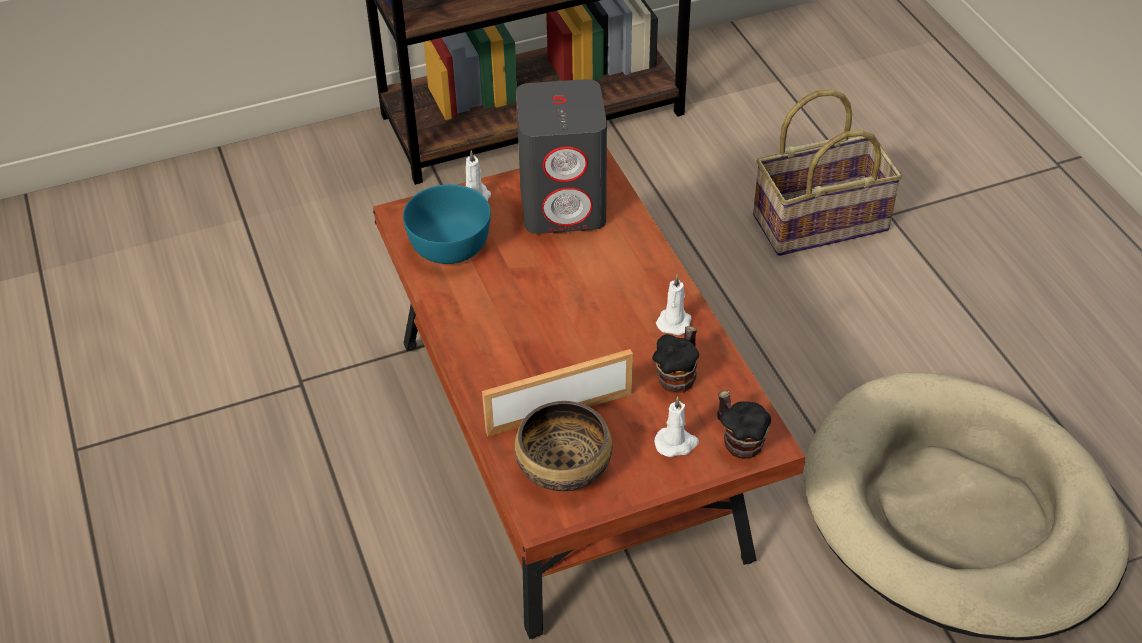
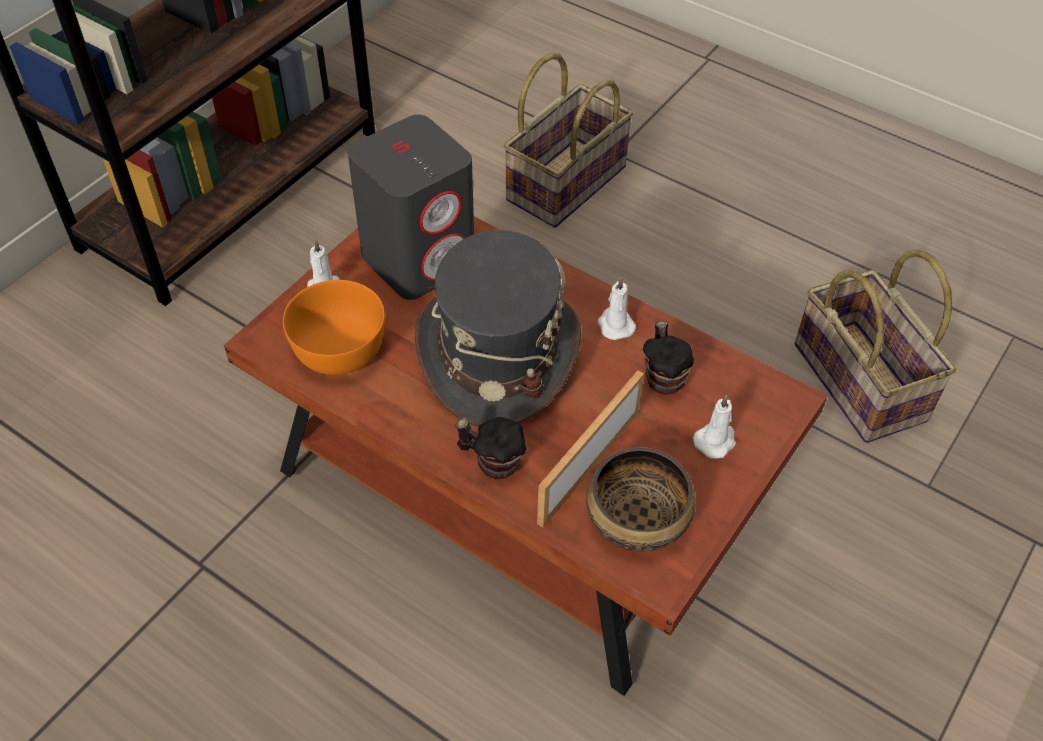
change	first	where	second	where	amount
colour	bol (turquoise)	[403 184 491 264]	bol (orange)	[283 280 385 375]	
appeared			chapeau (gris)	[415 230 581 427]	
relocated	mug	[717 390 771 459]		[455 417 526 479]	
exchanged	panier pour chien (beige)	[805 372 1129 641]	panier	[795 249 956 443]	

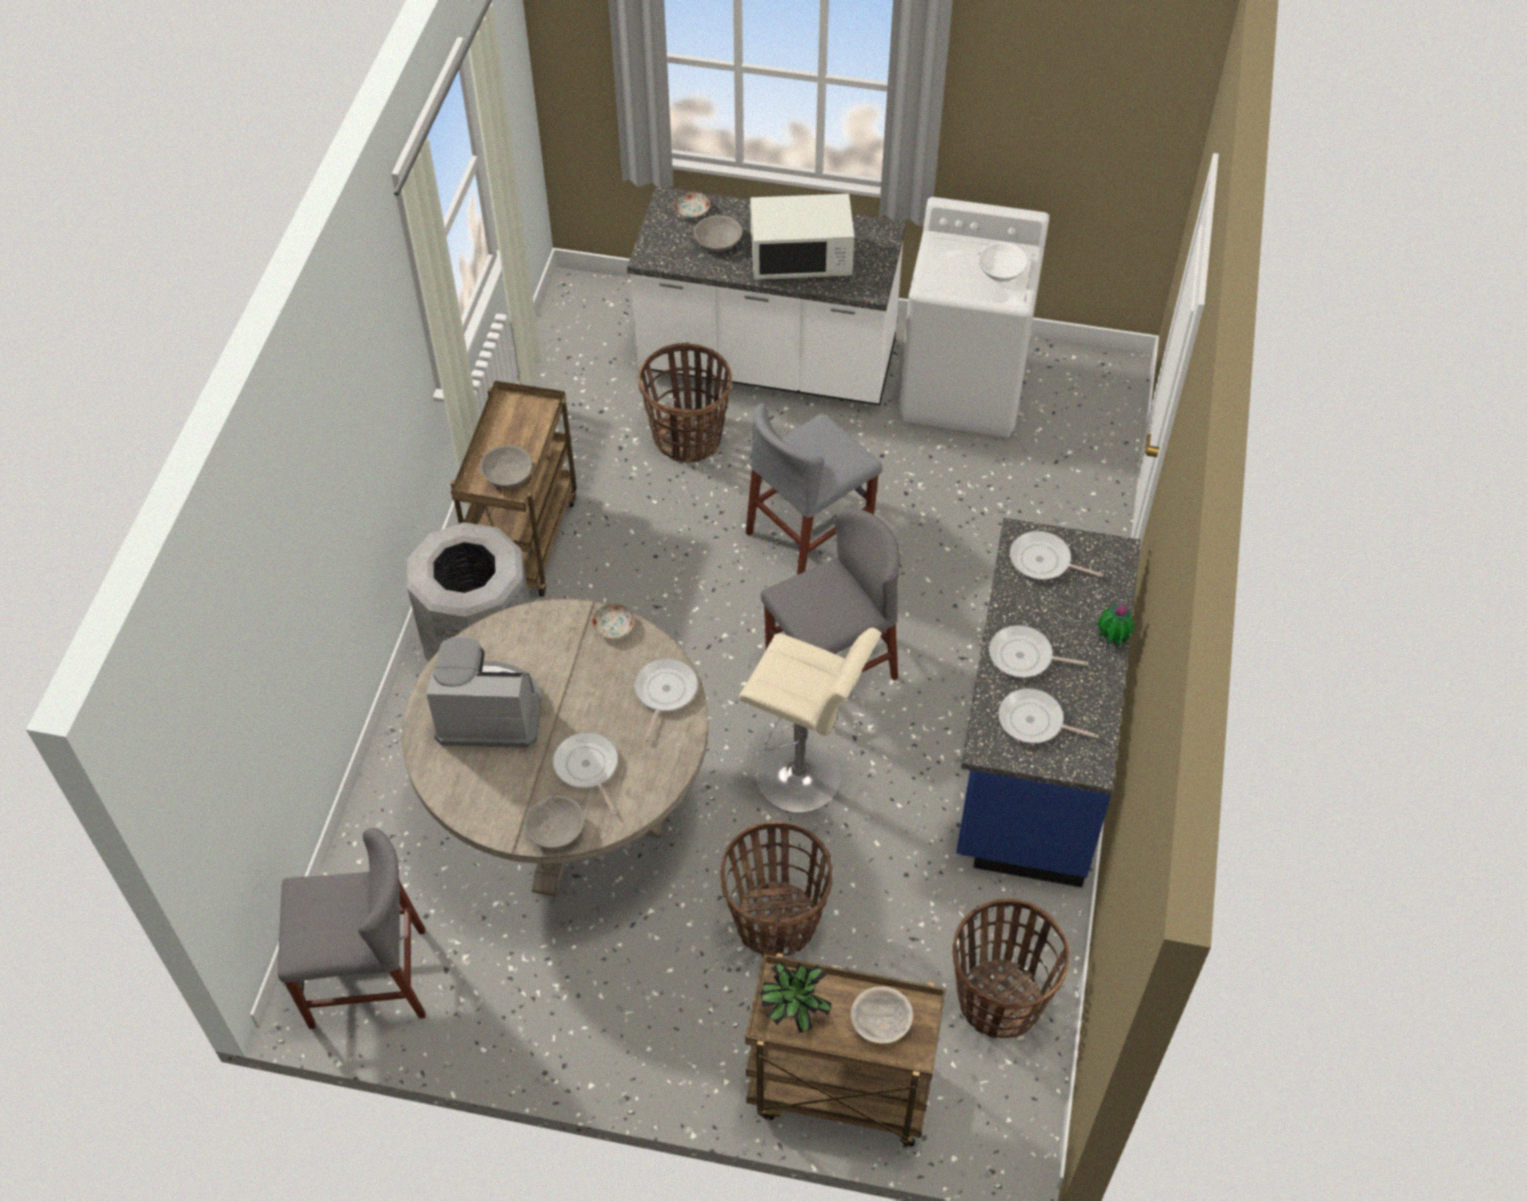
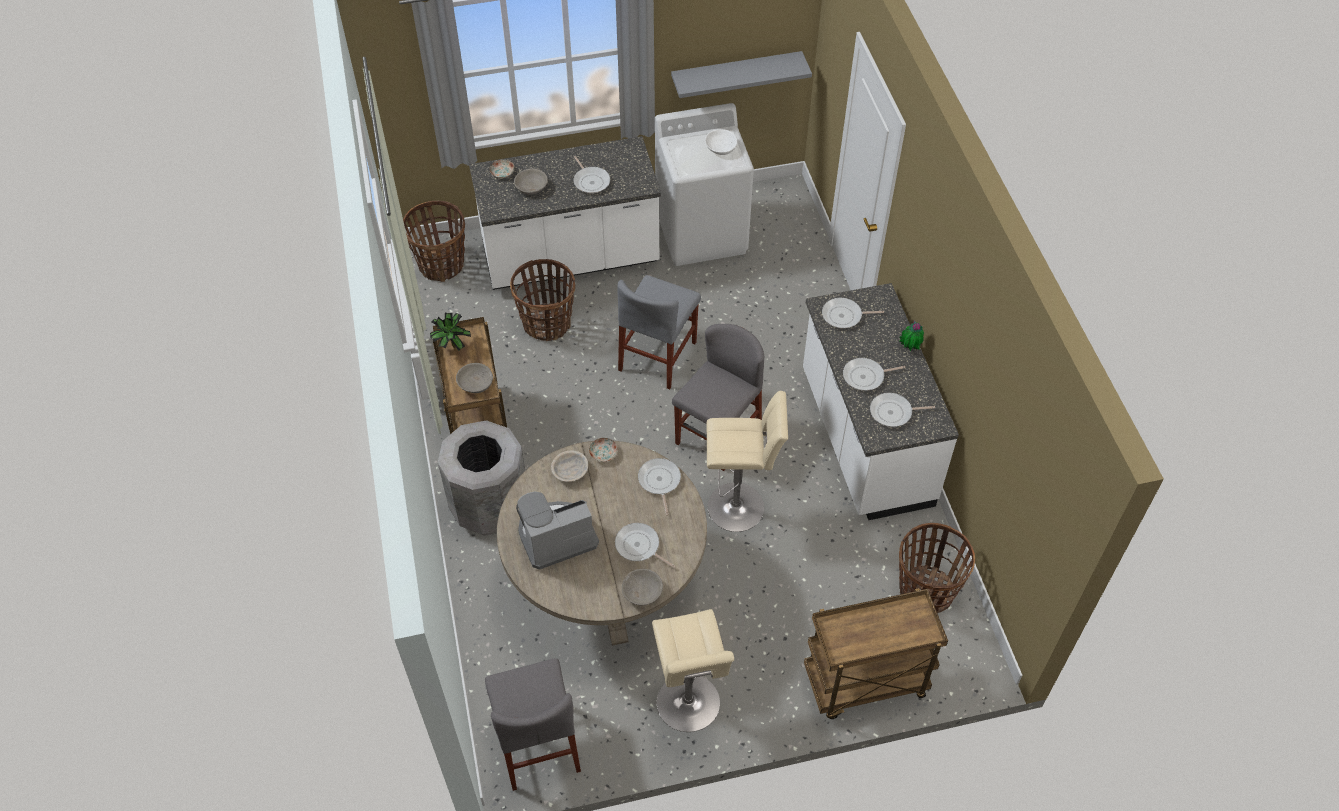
change	first	where	second	where	amount
relocated	panier	[720 821 833 957]		[403 201 465 282]	
relocated	plante en pot	[759 961 831 1033]		[430 313 471 351]	
spun	chaise (gris)	[278 828 426 1029]		[485 658 581 791]	105 degrees clockwise
relocated	bol (beige)	[851 986 913 1044]		[551 451 588 482]	
exchanged	micro-ondes (blanc)	[750 194 854 280]	poêle	[573 156 610 193]	
appeared			tabouret (beige)	[652 609 734 732]	
appeared			étagère (gris)	[671 51 812 98]	
colour	comptoir de cuisine (bleu)	[956 518 1141 887]	comptoir de cuisine (blanc)	[803 283 959 520]	

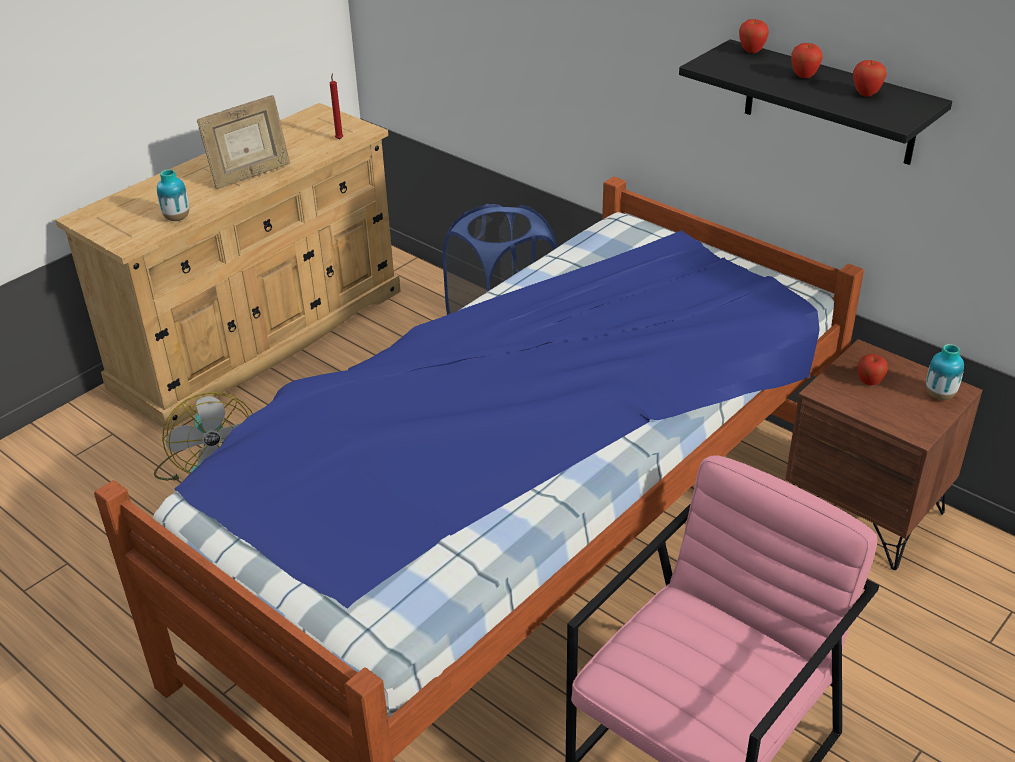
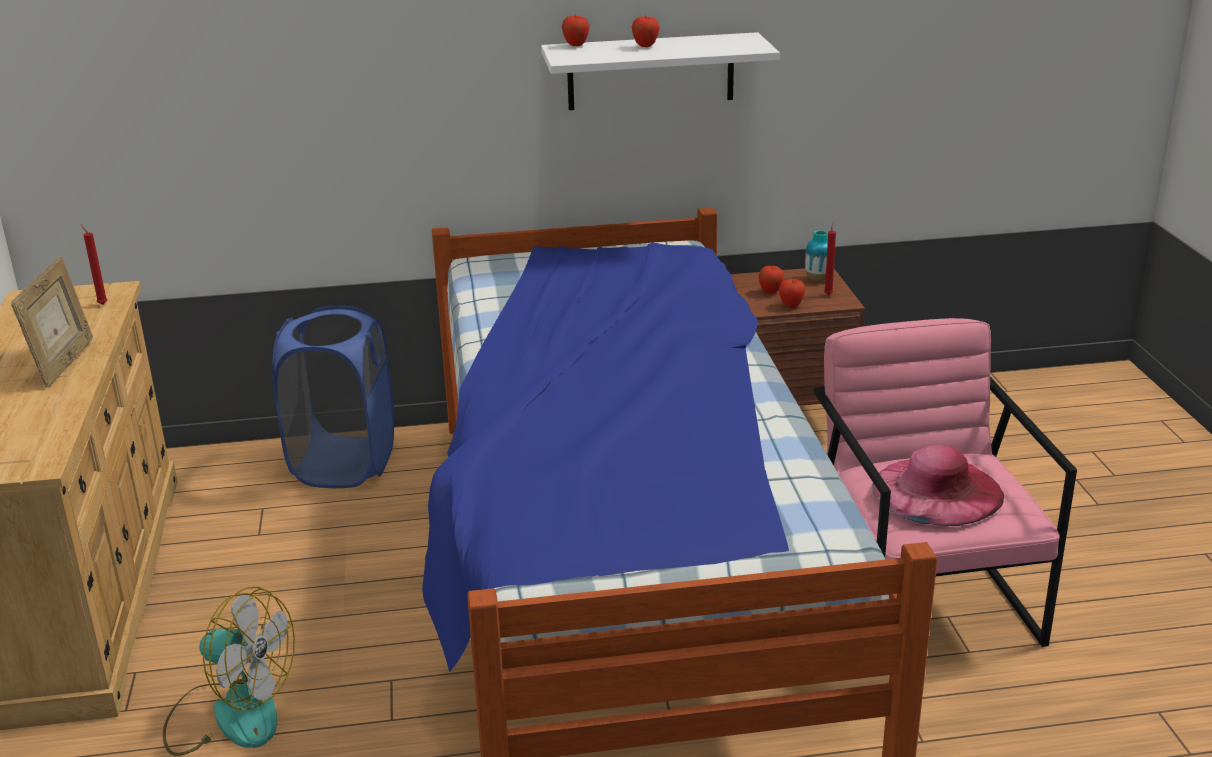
change	first	where	second	where	amount
colour	étagère (noir)	[679 39 952 165]	étagère (blanc)	[541 32 780 110]	
relocated	pomme	[853 60 887 97]		[779 279 805 308]	
appeared			bougie (rouge)	[824 222 836 295]	
appeared			chapeau (rose)	[872 445 1004 526]	
missing	vase	[157 169 189 221]			

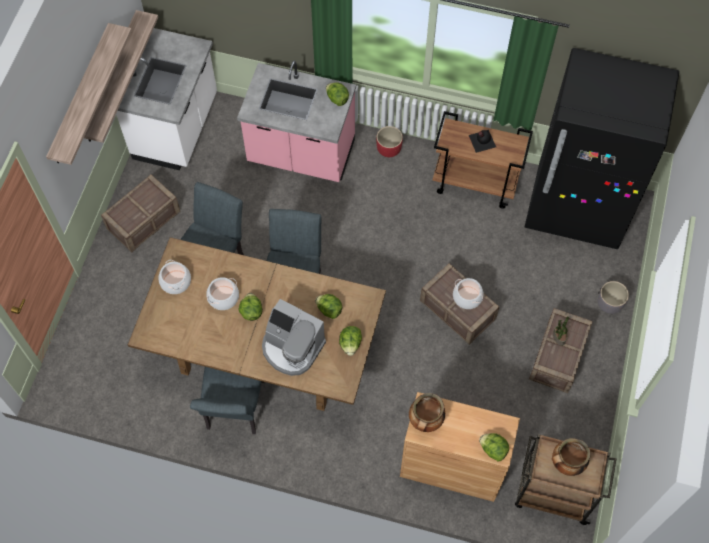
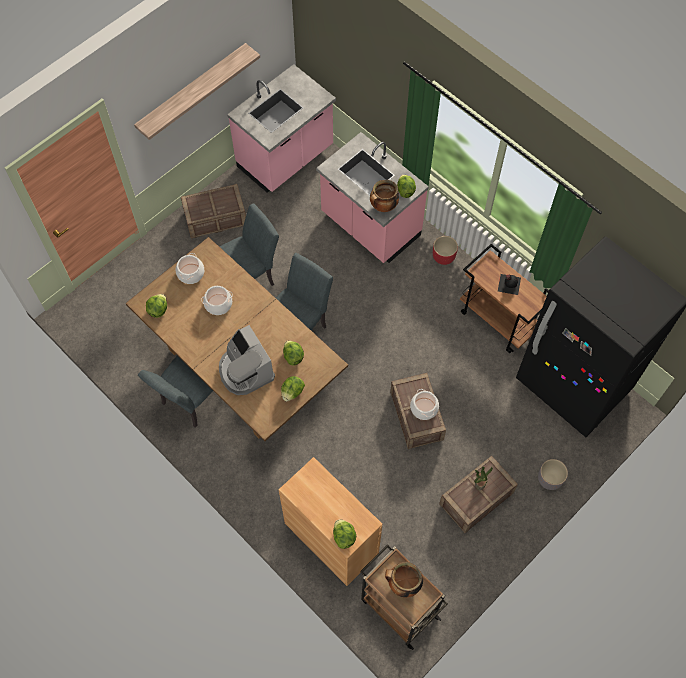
change	first	where	second	where	amount
relocated	laitue	[238 293 262 321]		[146 294 167 318]	
colour	comptoir de cuisine (blanc)	[116 28 217 171]	comptoir de cuisine (rose)	[227 64 336 193]	
relocated	marmite	[409 393 445 432]		[370 180 399 212]	
missing	étagère	[84 10 158 143]			

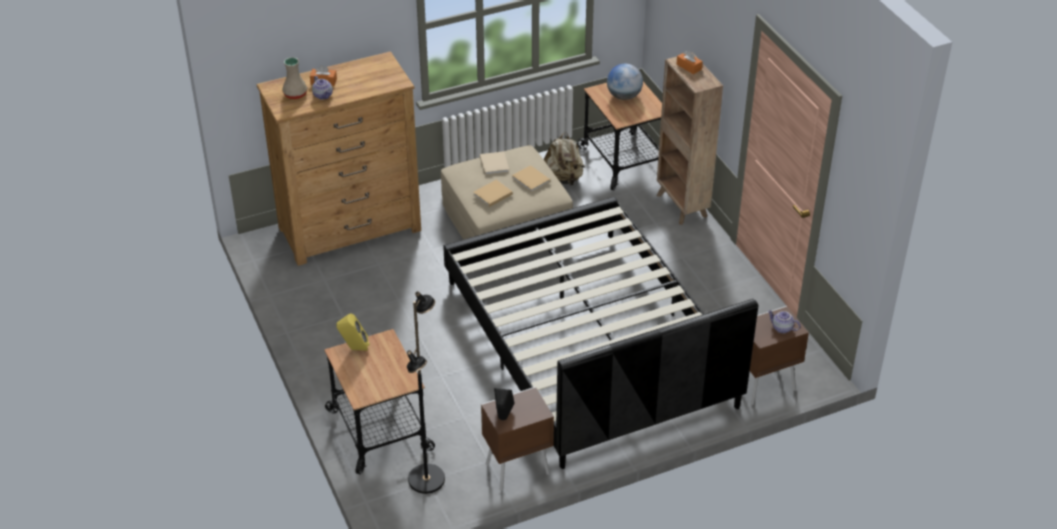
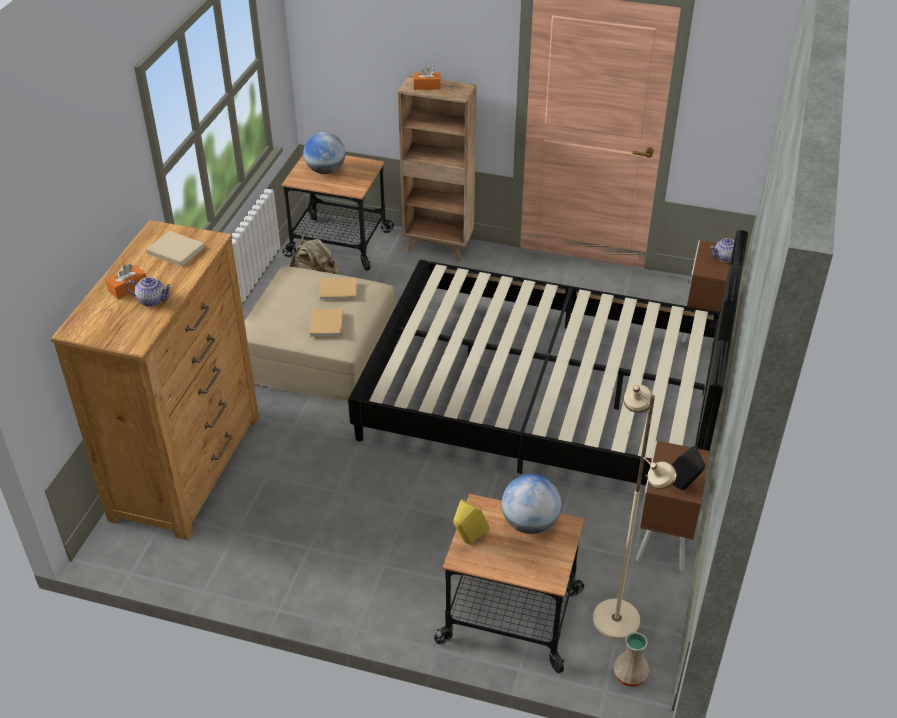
change	first	where	second	where	amount
relocated	livre (beige)	[480 151 509 175]		[146 231 205 267]	
appeared			globe	[502 474 561 534]	
colour	lampadaire (noir)	[407 291 445 494]	lampadaire (beige)	[593 384 676 640]	
relocated	vase (beige)	[282 57 307 100]		[613 632 649 687]	

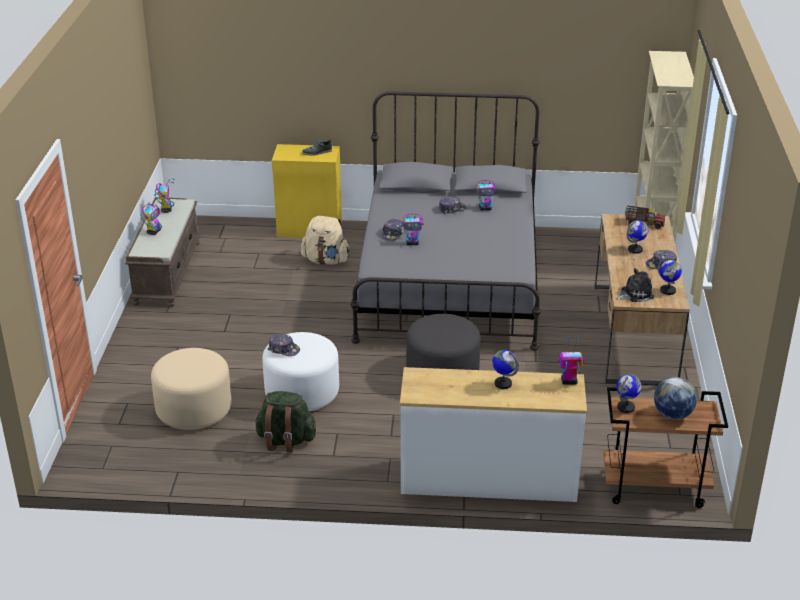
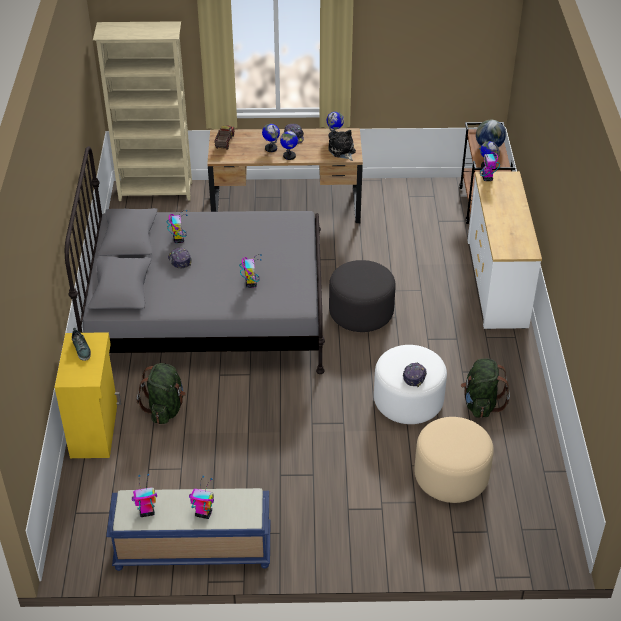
change	first	where	second	where	amount
colour	banc (marron)	[125 197 200 307]	banc (bleu)	[106 488 270 571]	
colour	sac à dos (beige)	[301 216 350 265]	sac à dos (vert)	[137 363 186 424]	
relocated	globe	[492 350 519 389]		[280 129 298 160]	
missing	casquette	[381 219 405 241]			

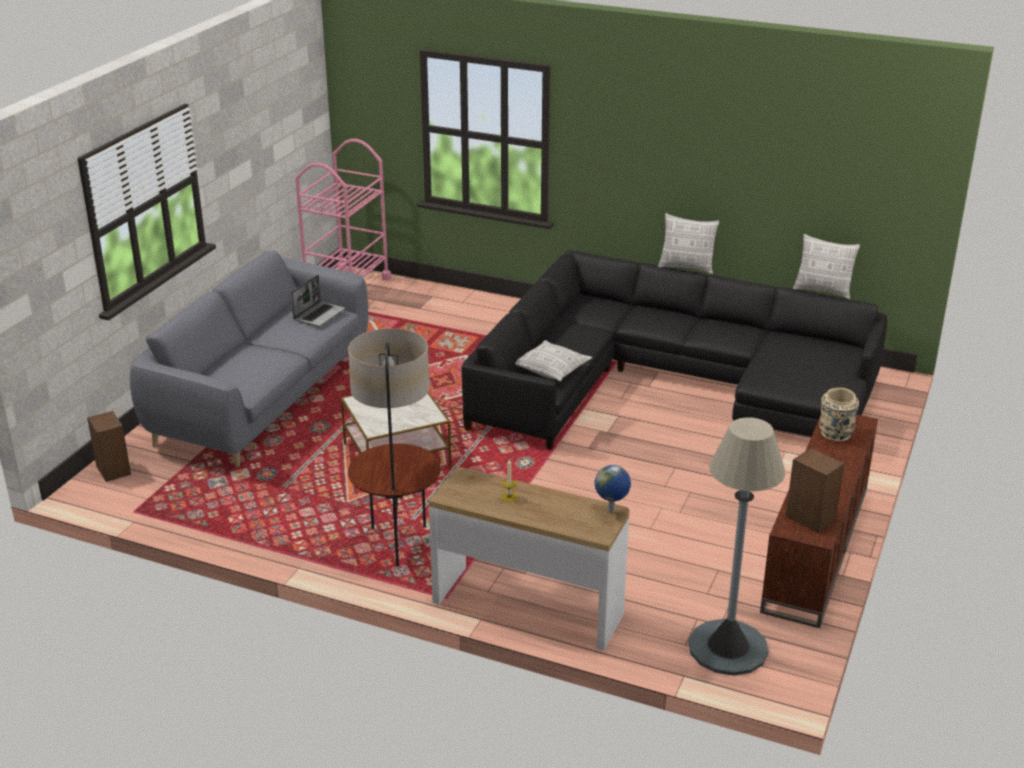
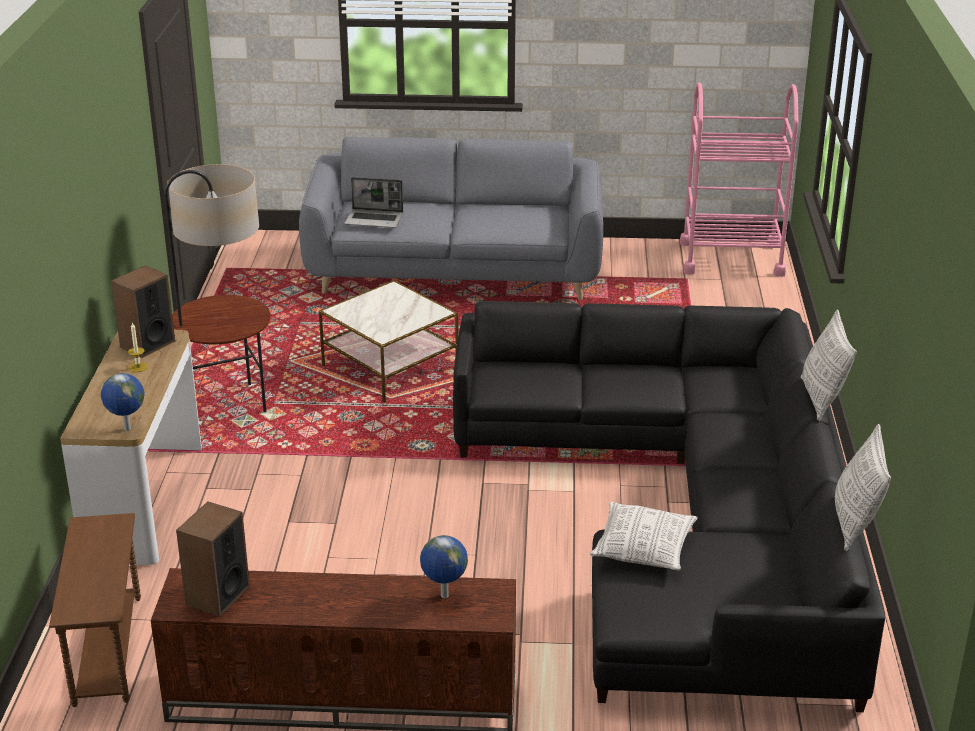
change	first	where	second	where	amount
exchanged	lampadaire (gris)	[689 417 786 676]	table d'appoint (marron)	[49 513 141 707]	
relocated	enceinte	[87 411 131 482]		[111 265 175 358]	
relocated	ordinateur portable	[291 275 345 326]		[345 177 403 228]	
exchanged	vase (beige)	[819 388 859 442]	globe	[420 535 468 598]	
relocated	coussin	[515 340 592 382]		[590 502 698 571]	

